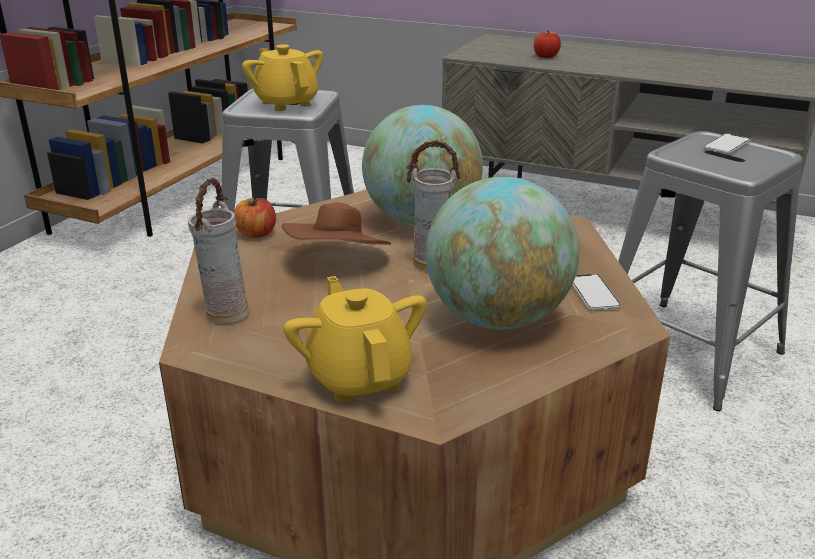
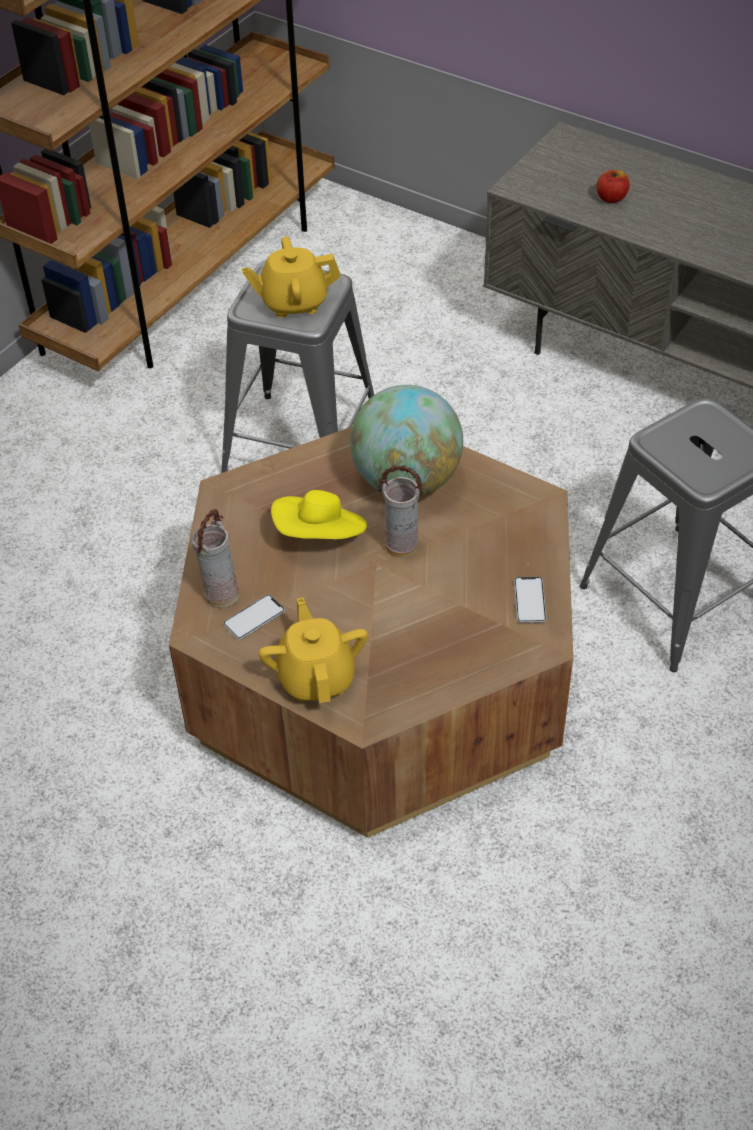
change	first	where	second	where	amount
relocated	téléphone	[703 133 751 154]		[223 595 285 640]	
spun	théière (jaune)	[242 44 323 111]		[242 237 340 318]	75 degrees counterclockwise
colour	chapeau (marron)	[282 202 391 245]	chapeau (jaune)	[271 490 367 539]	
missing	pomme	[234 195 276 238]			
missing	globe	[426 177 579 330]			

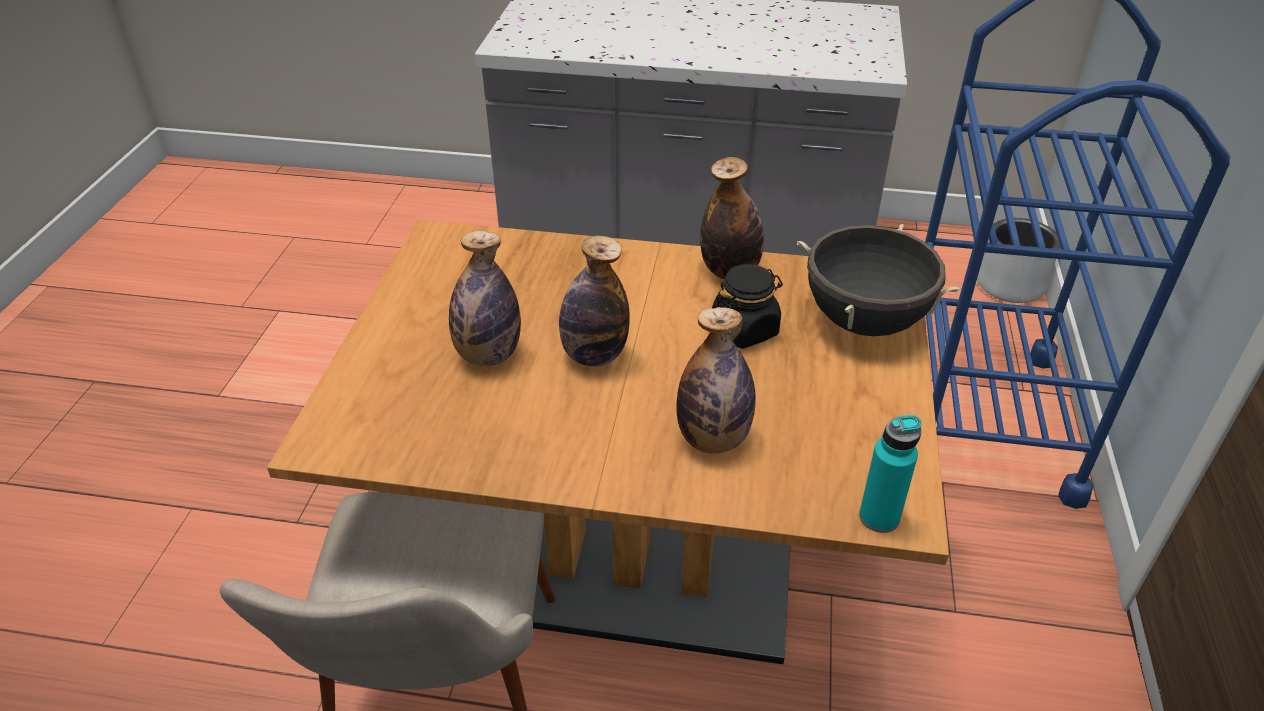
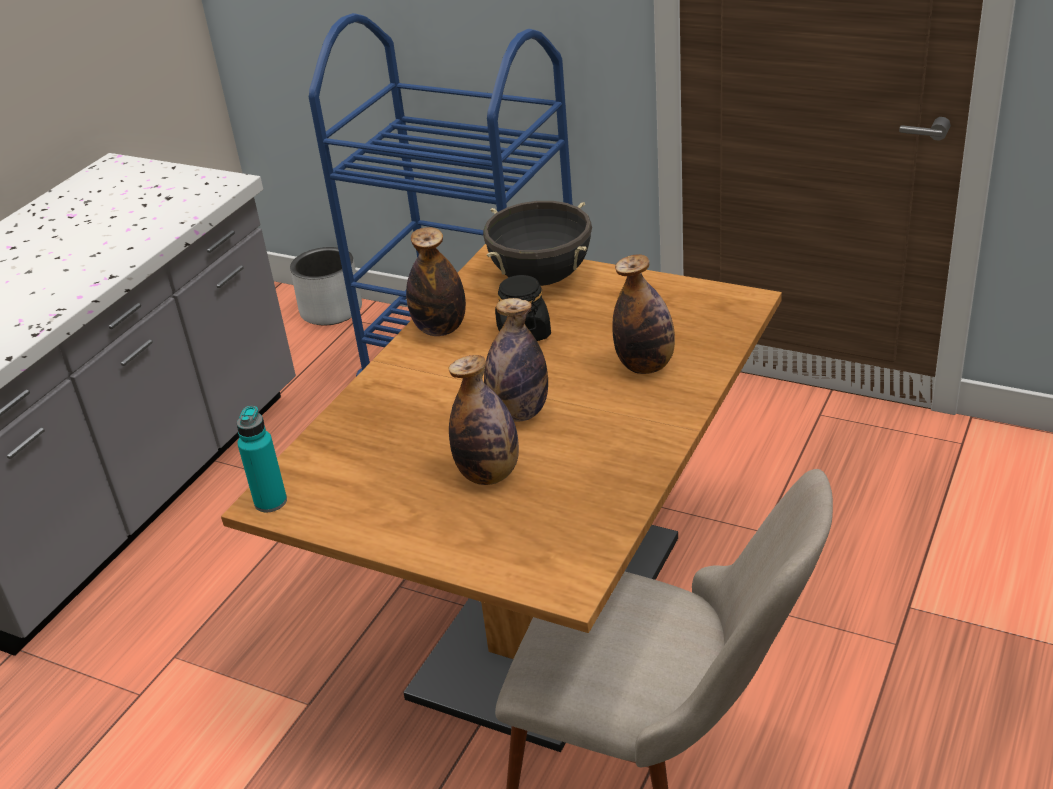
change	first	where	second	where	amount
relocated	bouteille (turquoise)	[859 415 922 533]		[237 406 287 512]	

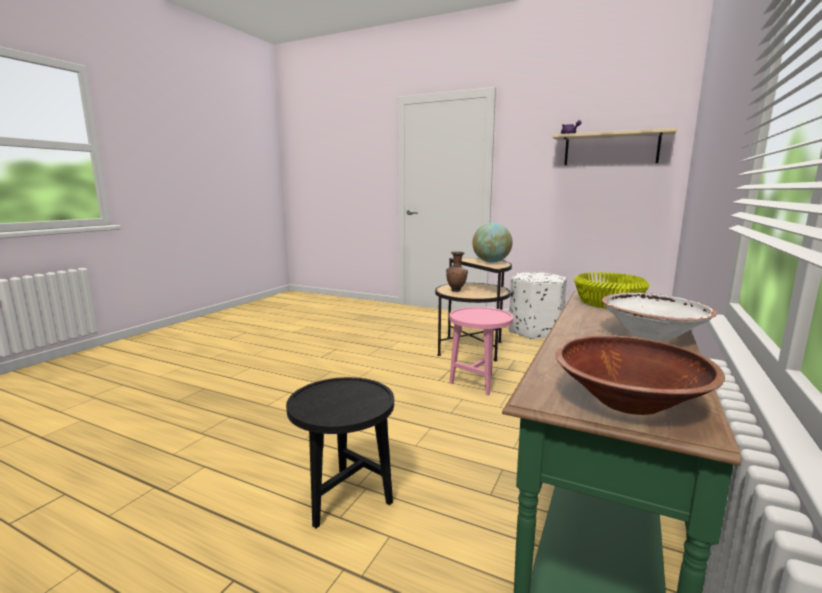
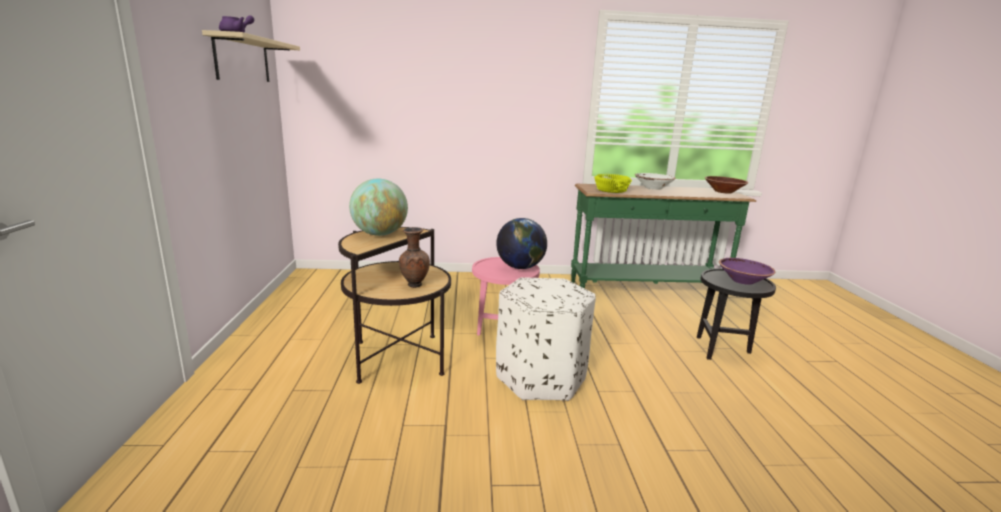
change	first	where	second	where	amount
appeared			globe	[496 218 547 269]	
relocated	pouf (blanc)	[509 272 567 339]		[496 277 596 401]	
appeared			bol (violet)	[719 258 775 285]	

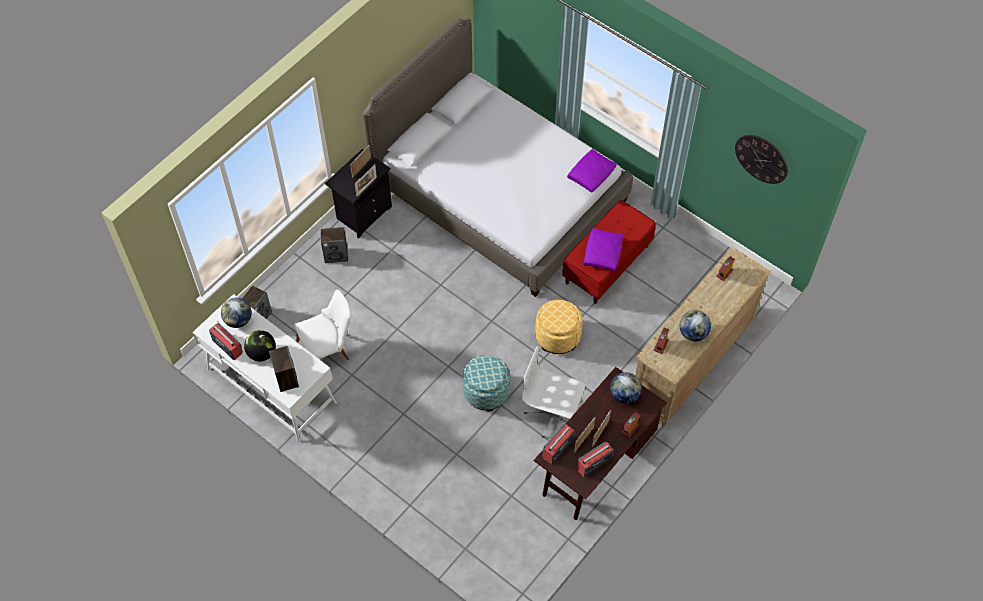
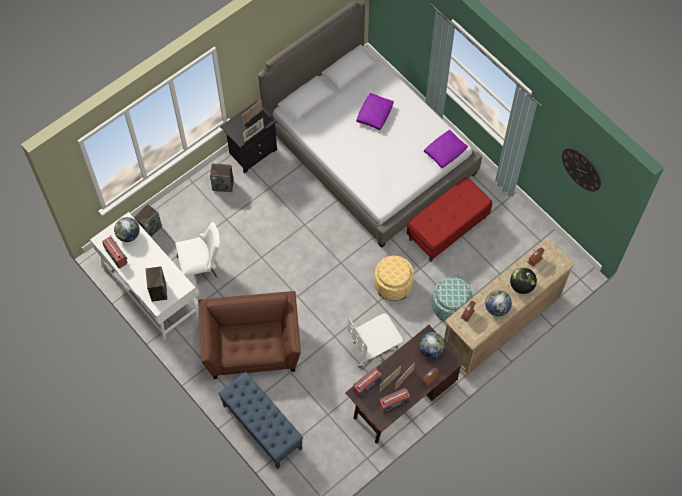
change	first	where	second	where	amount
appeared			fauteuil (marron)	[198 291 301 379]	
appeared			banc (bleu)	[218 372 303 469]	
spun	chaise de bureau (blanc)	[521 346 585 438]		[347 313 403 368]	60 degrees counterclockwise
relocated	coussin (violet)	[584 228 623 271]		[356 93 394 130]	
relocated	pouf	[463 355 510 412]		[432 277 473 321]	
relocated	globe	[244 330 276 361]		[510 268 537 294]	

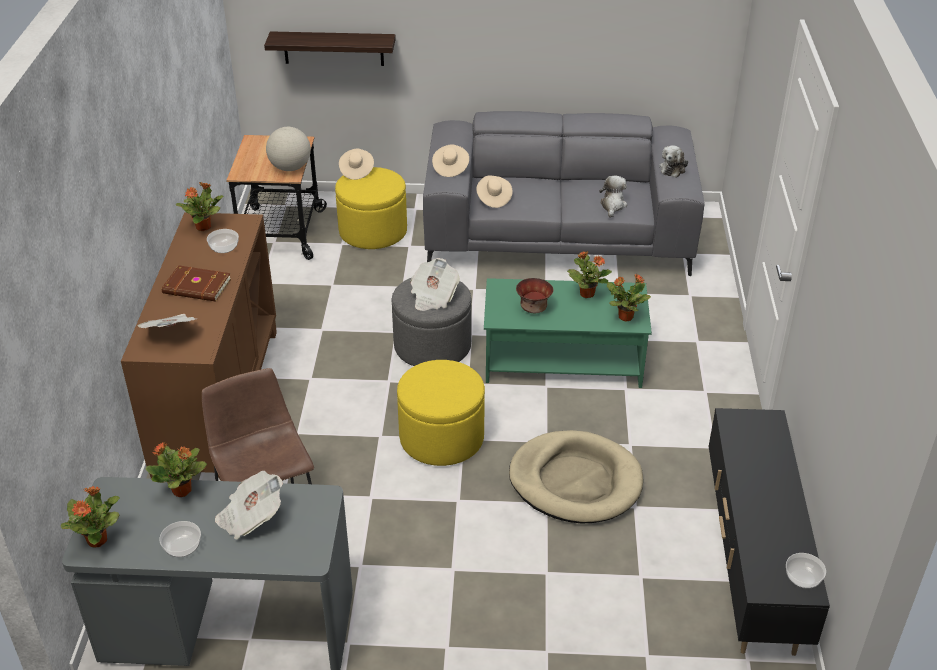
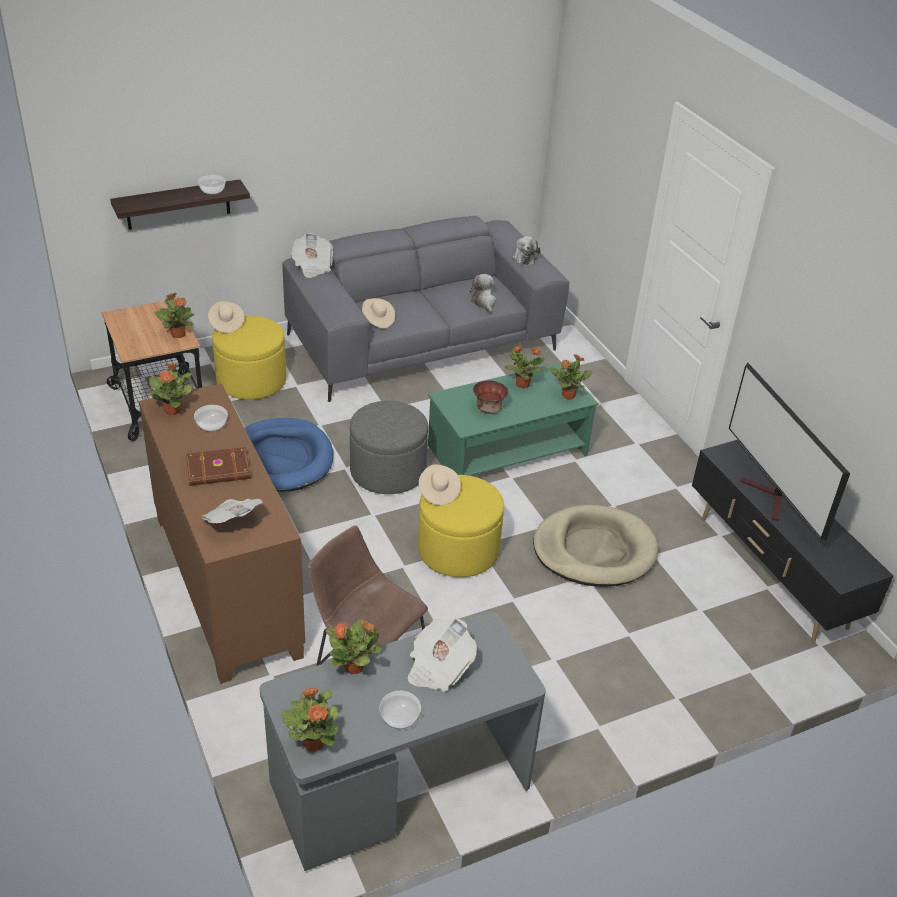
change	first	where	second	where	amount
exchanged	globe	[266 127 311 171]	plante en pot	[155 292 194 338]	
relocated	bol	[786 553 826 588]		[198 175 226 195]	
appeared			panier pour chien (bleu)	[245 418 333 492]	
relocated	journal	[411 258 460 311]		[291 233 333 278]	
relocated	chapeau (beige)	[432 144 469 177]		[419 464 461 506]	
appeared			téléviseur	[729 363 850 541]	

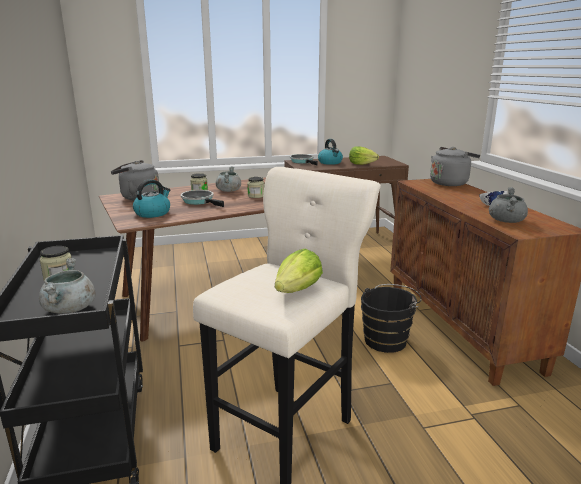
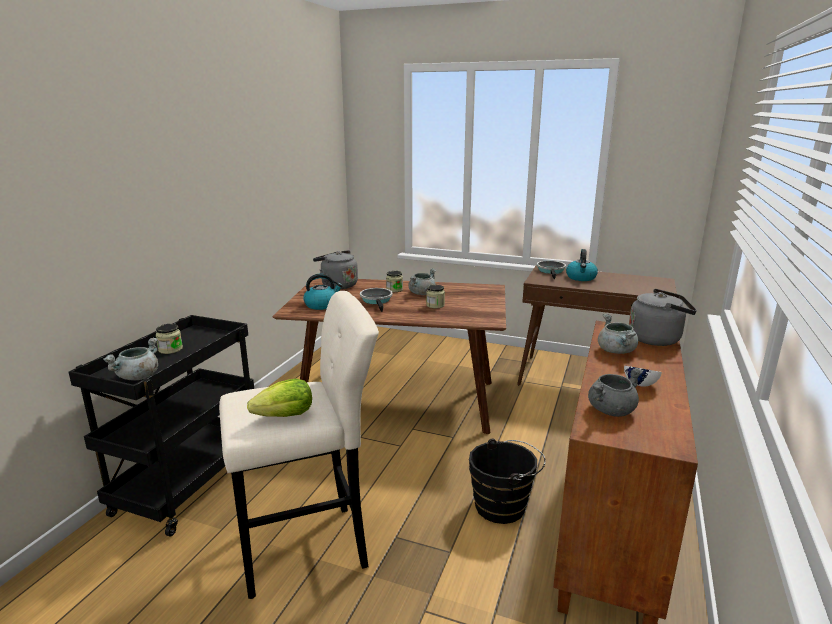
change	first	where	second	where	amount
appeared			marmite (gris)	[598 314 638 354]	
missing	laitue	[349 146 379 165]			

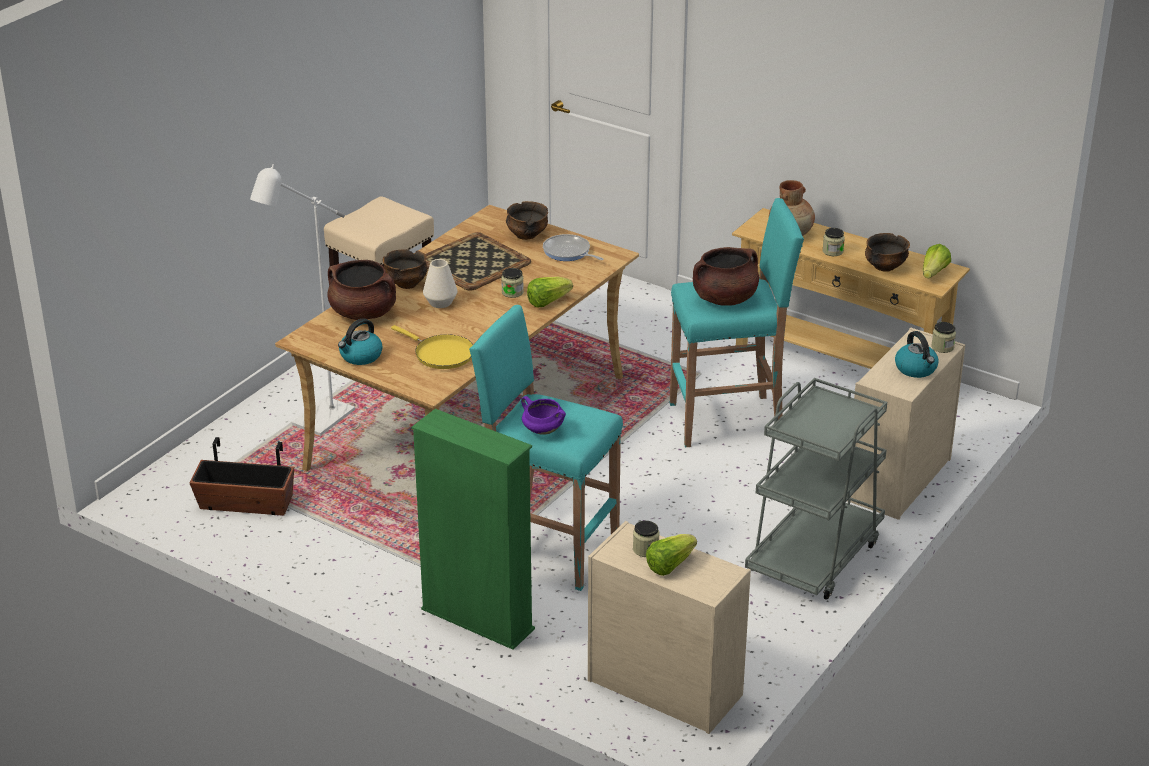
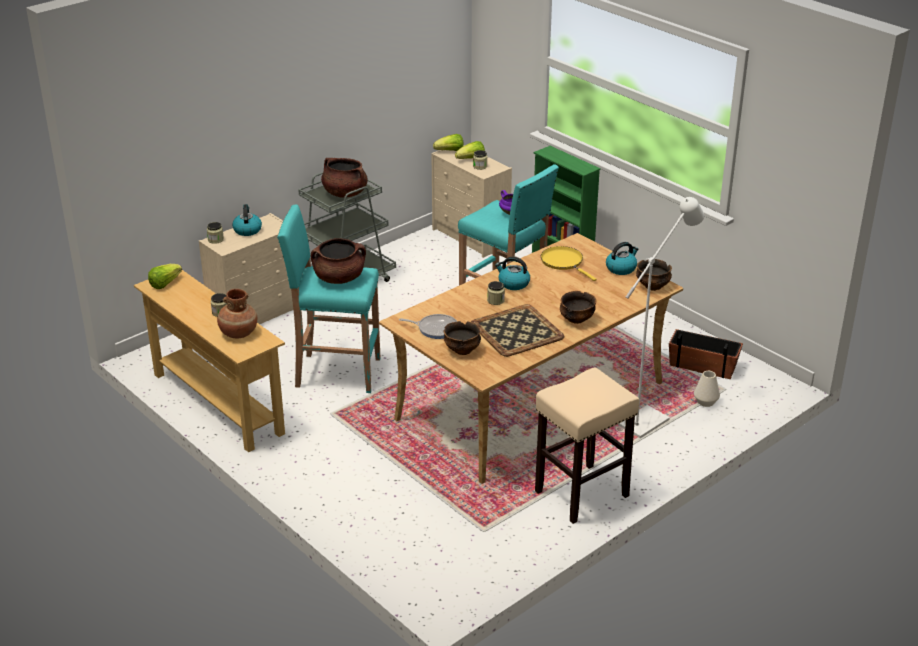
change	first	where	second	where	amount
relocated	marmite (marron)	[327 260 396 320]		[321 158 368 198]	
spun	poêle	[543 234 603 261]		[399 314 457 339]	45 degrees counterclockwise
relocated	laitue	[527 277 573 307]		[433 134 464 151]	
appeared			bouilloire	[495 257 530 290]	
relocated	bol	[865 233 910 272]		[636 259 672 291]	
relocated	vase (blanc)	[423 259 458 308]		[694 371 720 407]	

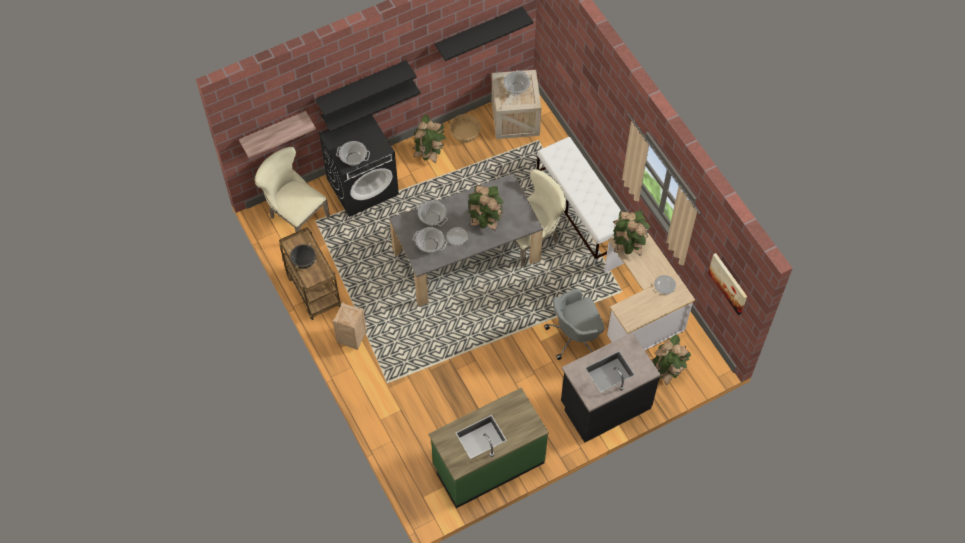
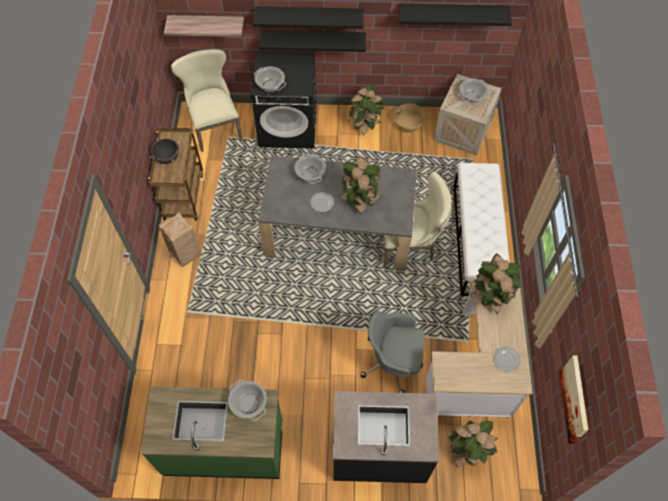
change	first	where	second	where	amount
relocated	marmite	[413 227 447 252]		[228 379 267 421]	

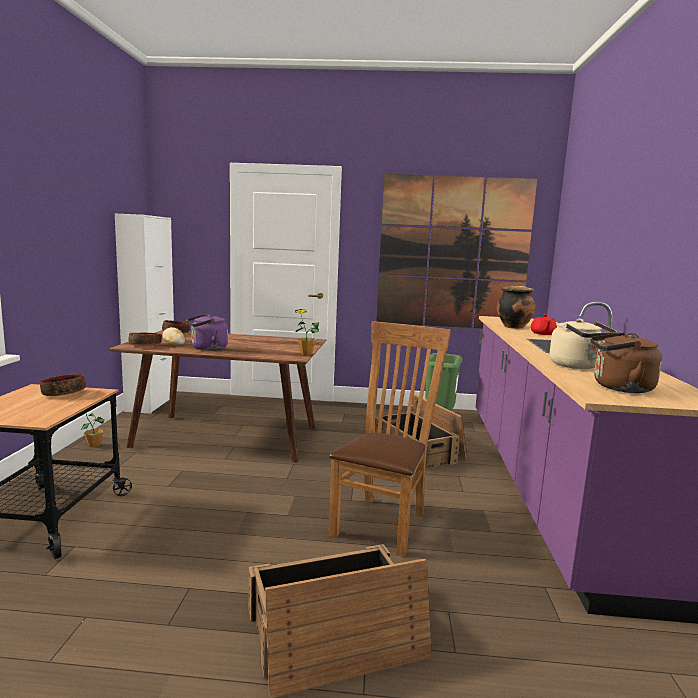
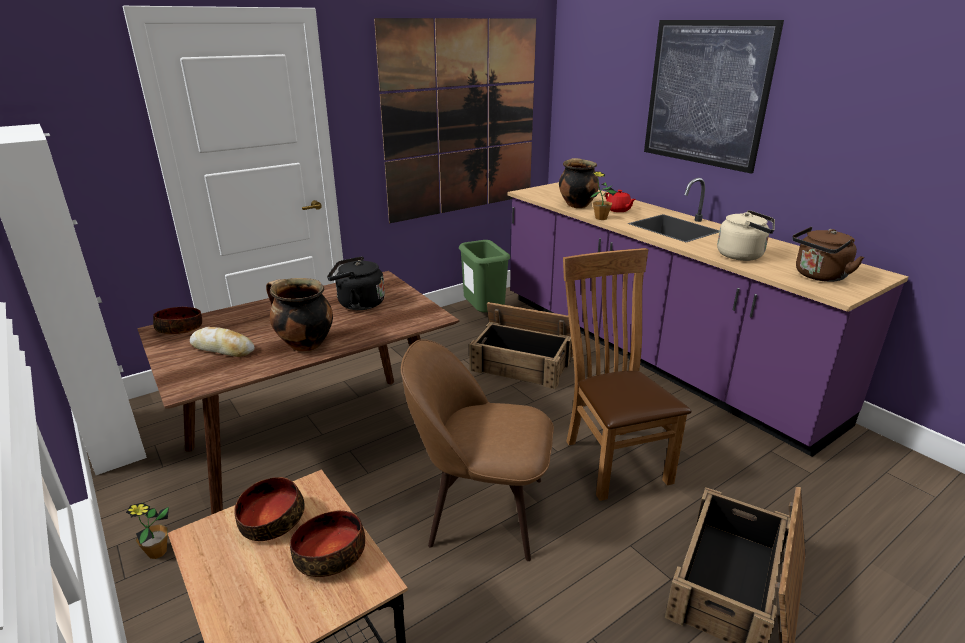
change	first	where	second	where	amount
exchanged	bouilloire (violet)	[186 314 228 351]	marmite	[266 278 333 351]	
relocated	bol	[129 333 162 346]		[290 510 365 577]	
appeared			bouilloire (noir)	[327 256 385 310]	
appeared			chaise (marron)	[401 339 554 561]	
relocated	plante en pot	[295 309 319 355]		[590 171 616 220]	
appeared			tableau	[644 20 784 174]	

